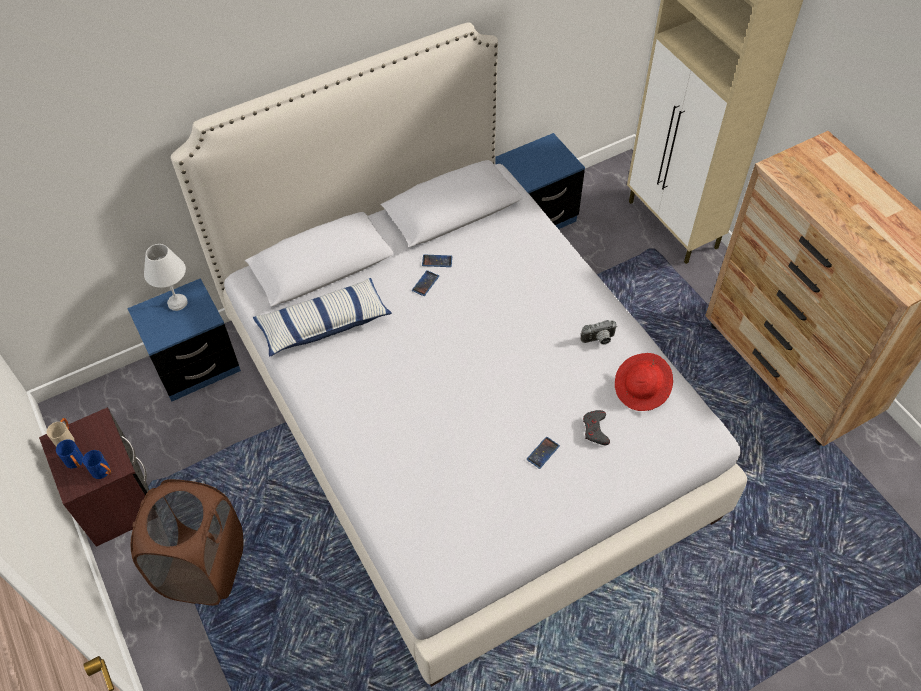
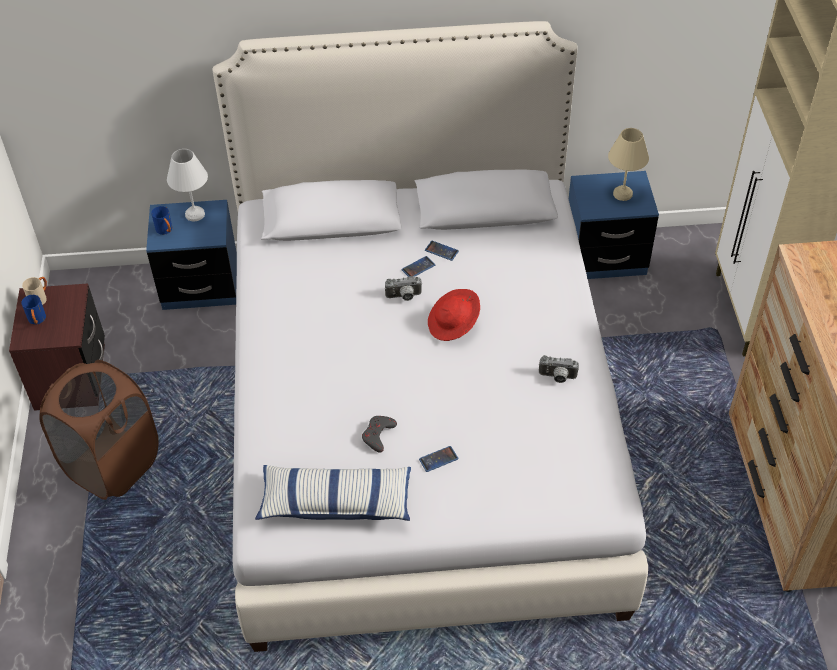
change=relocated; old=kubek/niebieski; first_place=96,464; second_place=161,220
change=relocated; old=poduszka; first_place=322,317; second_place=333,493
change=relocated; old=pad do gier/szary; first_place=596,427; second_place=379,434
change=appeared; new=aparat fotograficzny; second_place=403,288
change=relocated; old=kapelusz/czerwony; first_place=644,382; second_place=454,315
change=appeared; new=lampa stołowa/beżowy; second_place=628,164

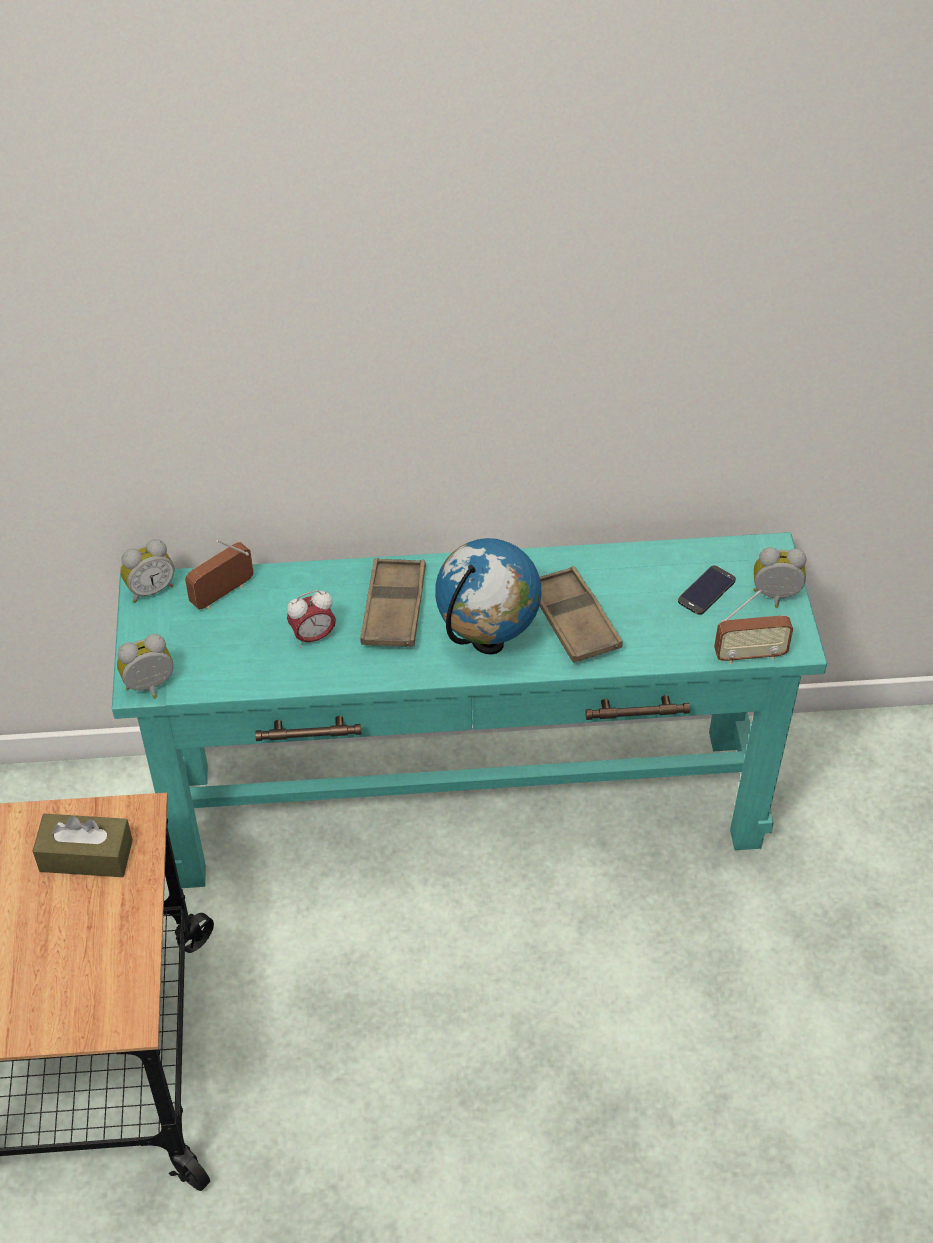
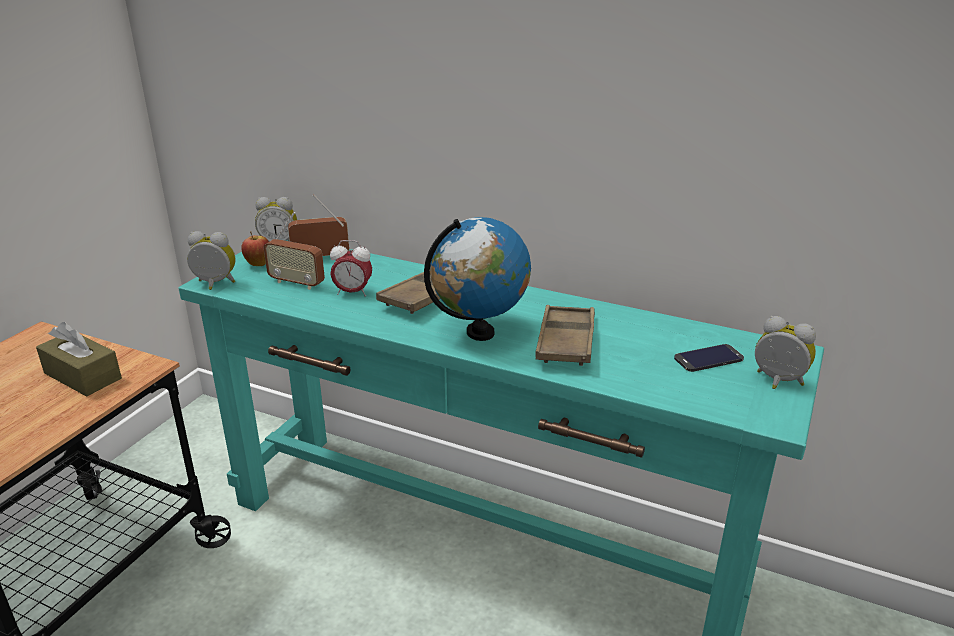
change=appeared; new=jabłko; second_place=255,248
change=relocated; old=radio; first_place=753,627; second_place=294,251

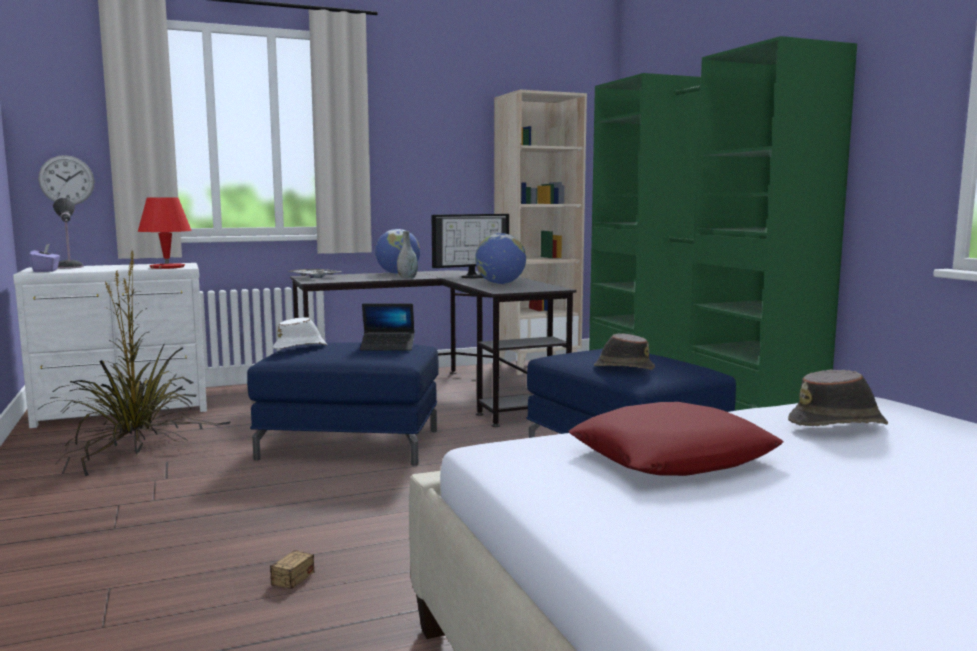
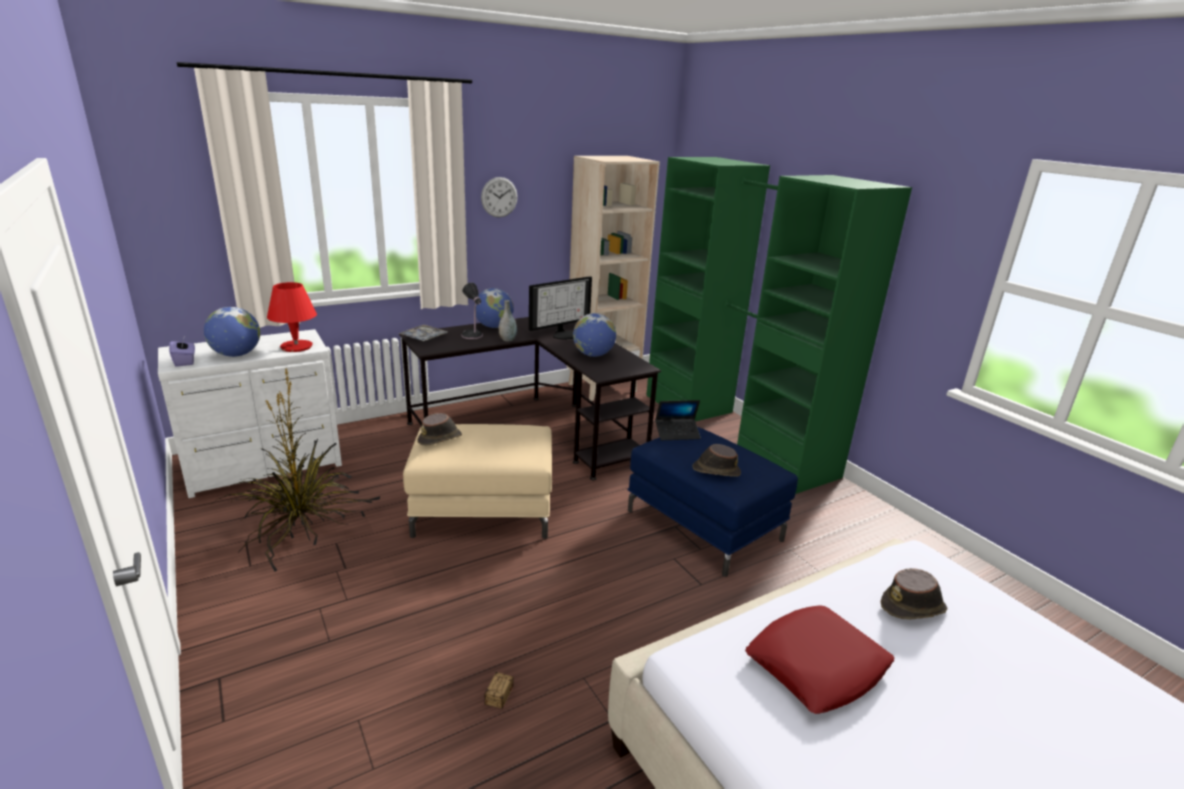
change=appeared; new=globus; second_place=232,332
change=colour; old=pufa/niebieski; new=pufa/beżowy; first_place=343,404; second_place=477,481
change=colour; old=kapelusz/biały; new=kapelusz/brązowy; first_place=300,333; second_place=439,429
change=relocated; old=lampa stołowa; first_place=68,233; second_place=472,310
change=relocated; old=zegar ścienny; first_place=66,180; second_place=499,197
change=relocated; old=laptop; first_place=387,326; second_place=678,420

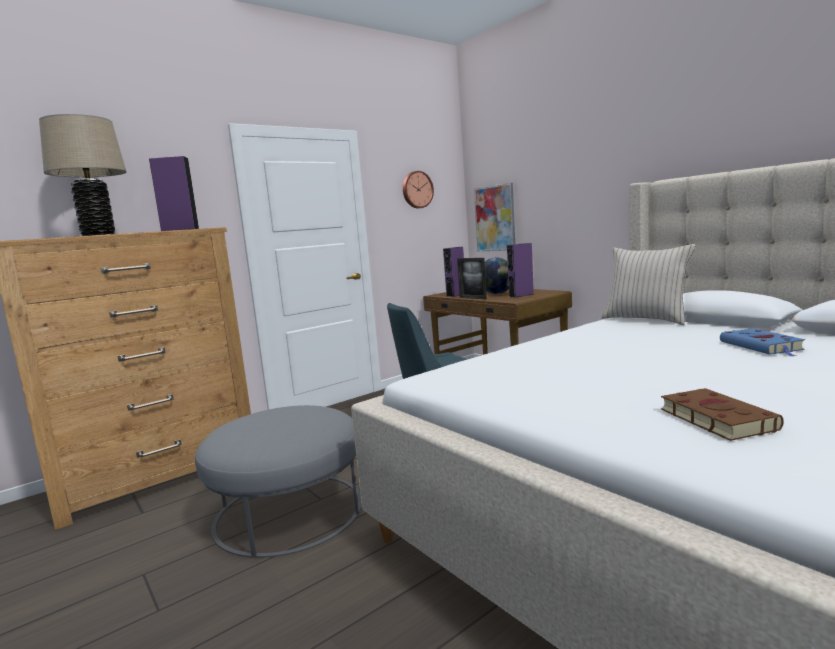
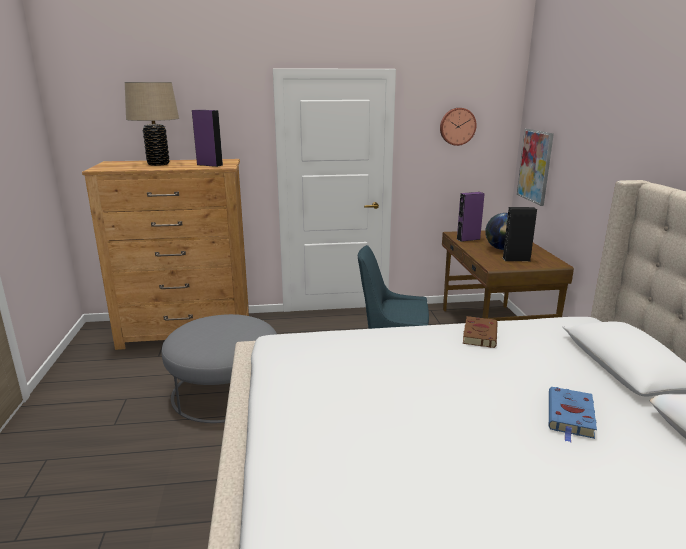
change=relocated; old=książka/brązowy; first_place=722,414; second_place=480,332
change=colour; old=głośnik/fioletowy; new=głośnik/czarny; first_place=520,270; second_place=520,234
change=missing; old=ramka na zdjęcie; first_place=472,278
change=missing; old=poduszka/beżowy; first_place=648,284

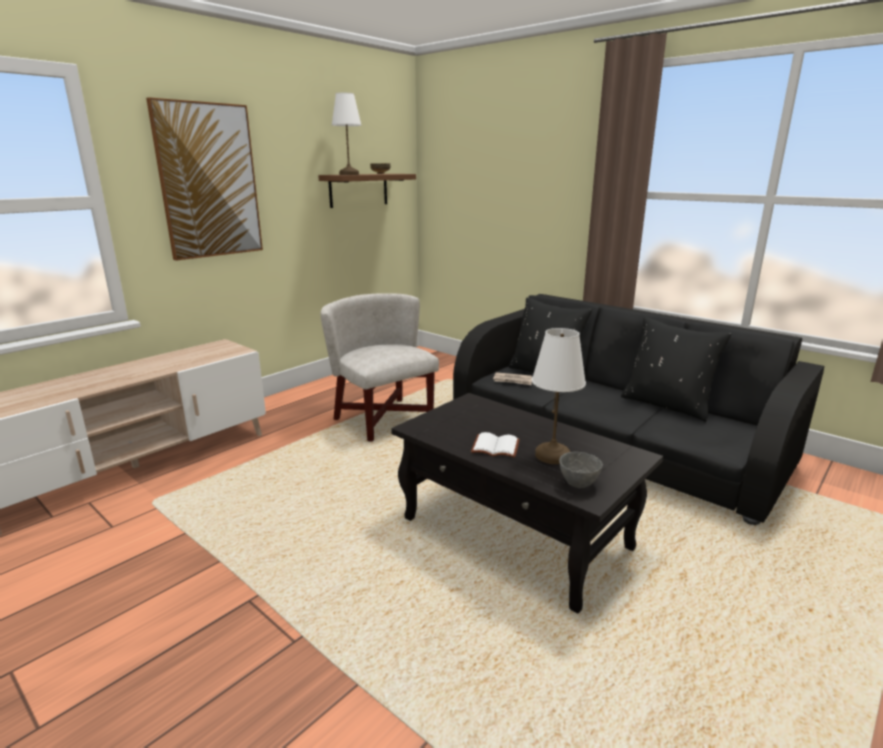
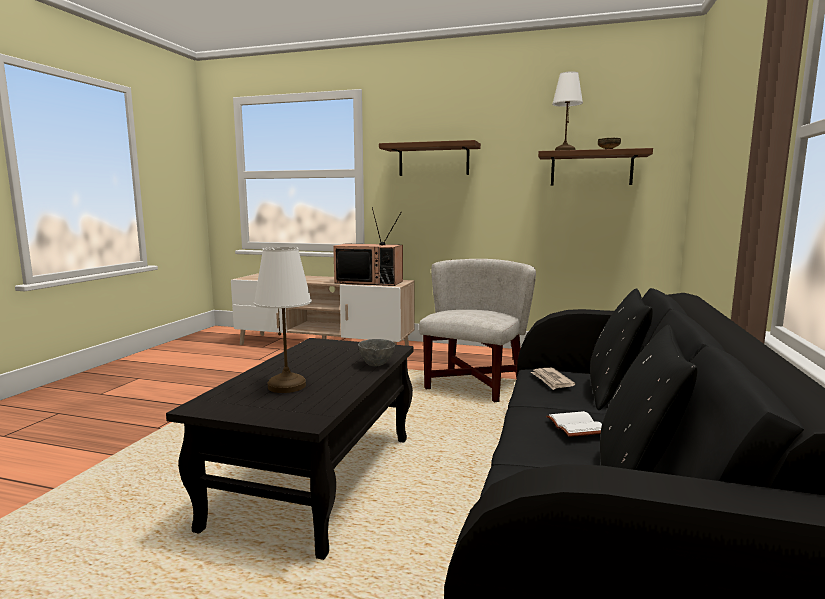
change=appeared; new=telewizor; second_place=368,246
change=relocated; old=miska/szary; first_place=581,470; second_place=376,352
change=exchanged; old=obraz; new=półka/brązowy; first_place=204,179; second_place=430,158
change=relocated; old=książka/biały; first_place=495,445; second_place=574,424

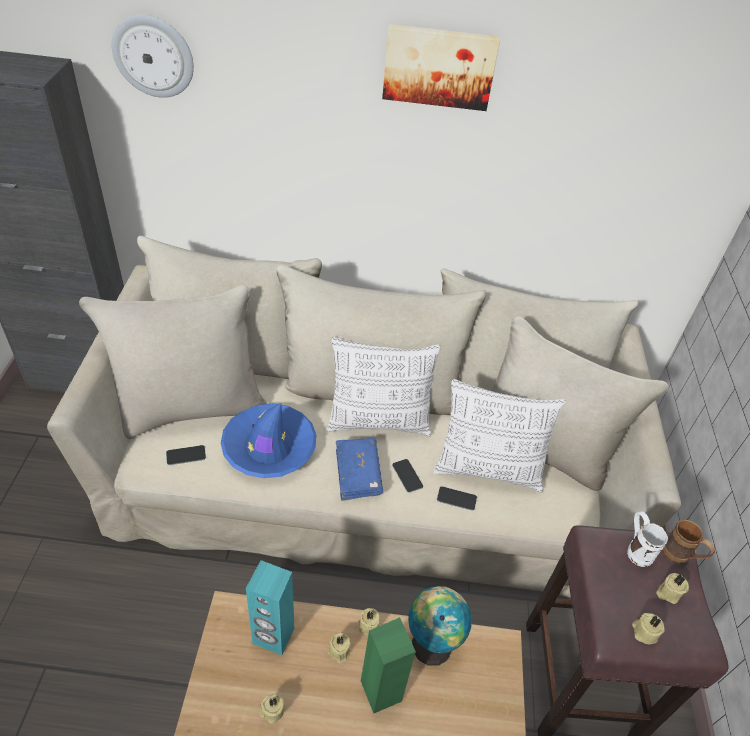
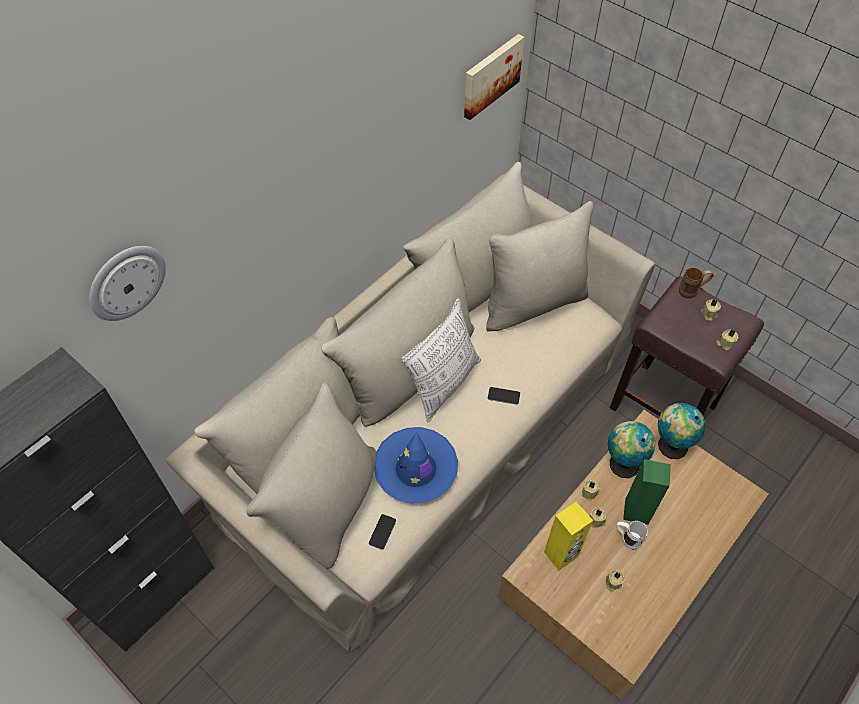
change=relocated; old=obraz; first_place=441,67; second_place=494,77
change=colour; old=głośnik/turkusowy; new=głośnik/żółty; first_place=270,607; second_place=568,536
change=relocated; old=kubek/biały; first_place=647,539; second_place=632,535
change=appeared; new=globus; second_place=681,431
change=missing; old=książka/niebieski; first_place=359,469
change=missing; old=poduszka; first_place=499,435
change=missing; old=telefon; first_place=457,498

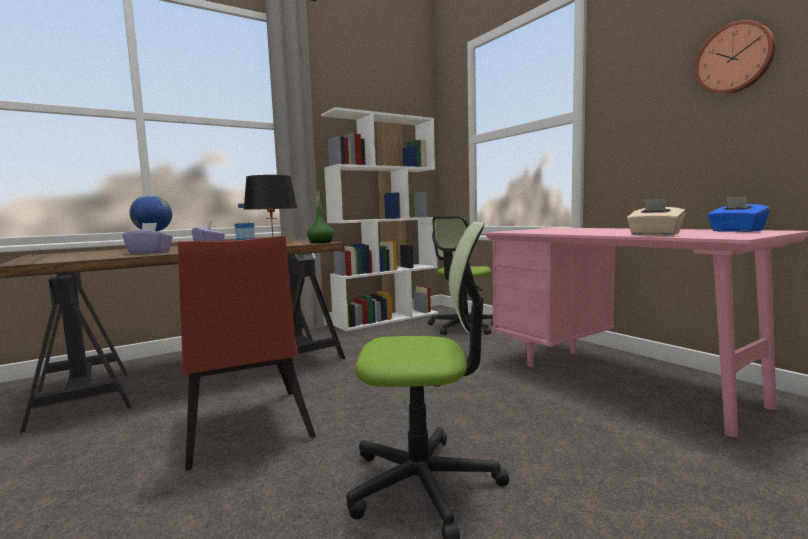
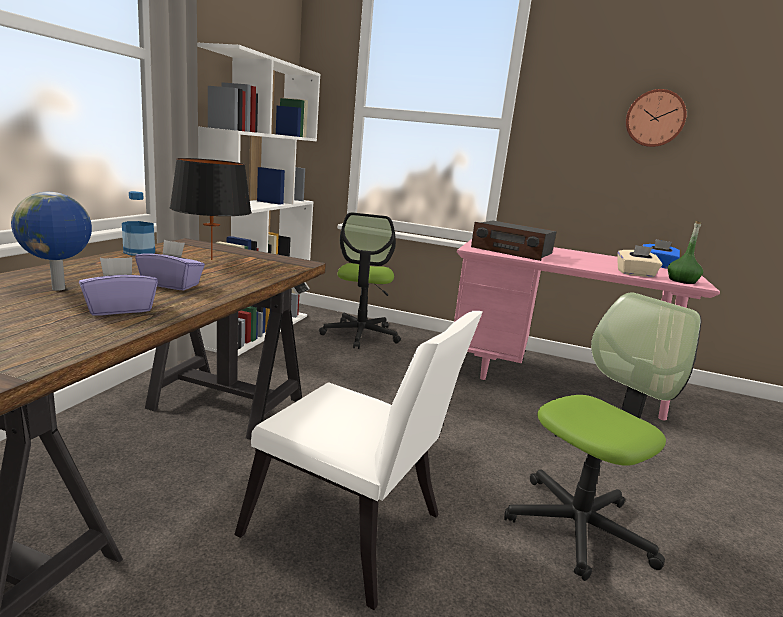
change=colour; old=krzesło/czerwony; new=krzesło/biały; first_place=247,353; second_place=358,460
change=appeared; new=radio; second_place=514,240
change=relocated; old=butelka/zielony; first_place=320,217; second_place=685,252

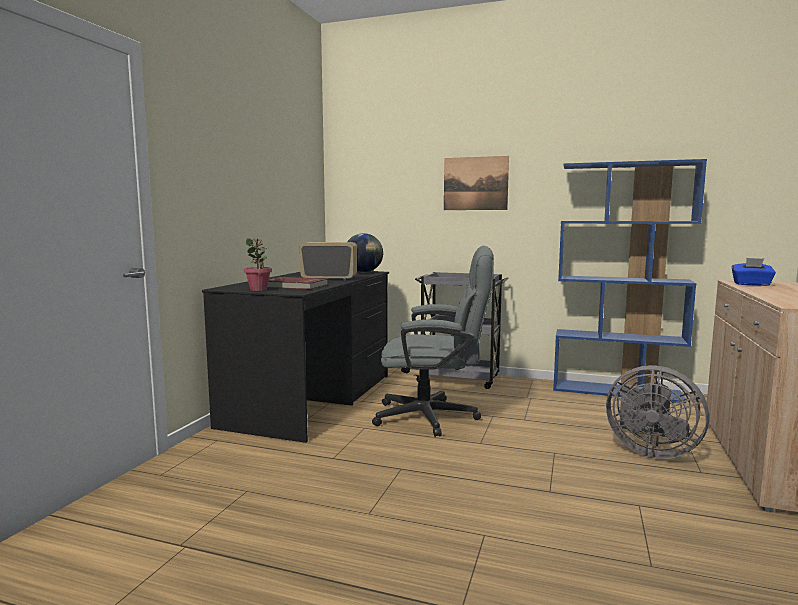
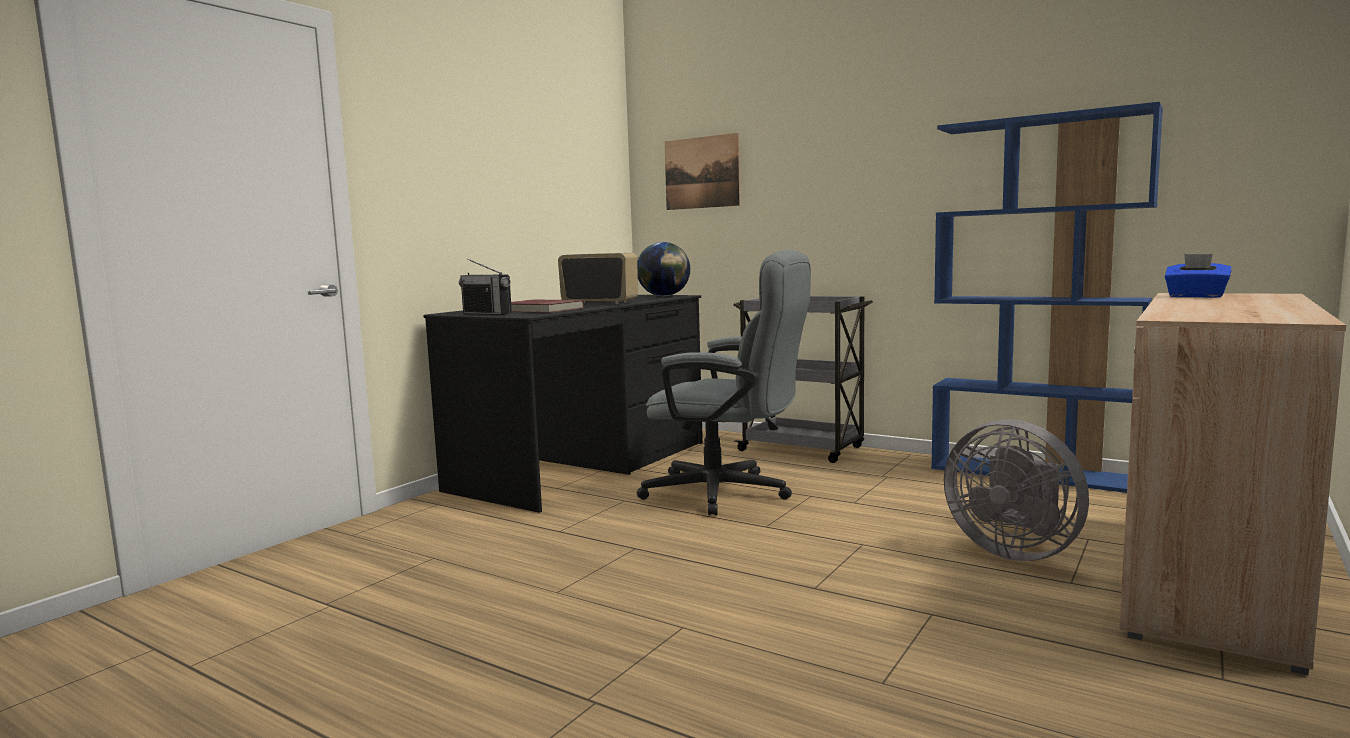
change=exchanged; old=roślina doniczkowa; new=radio; first_place=258,264; second_place=485,287
change=relocated; old=obraz; first_place=476,183; second_place=702,171

